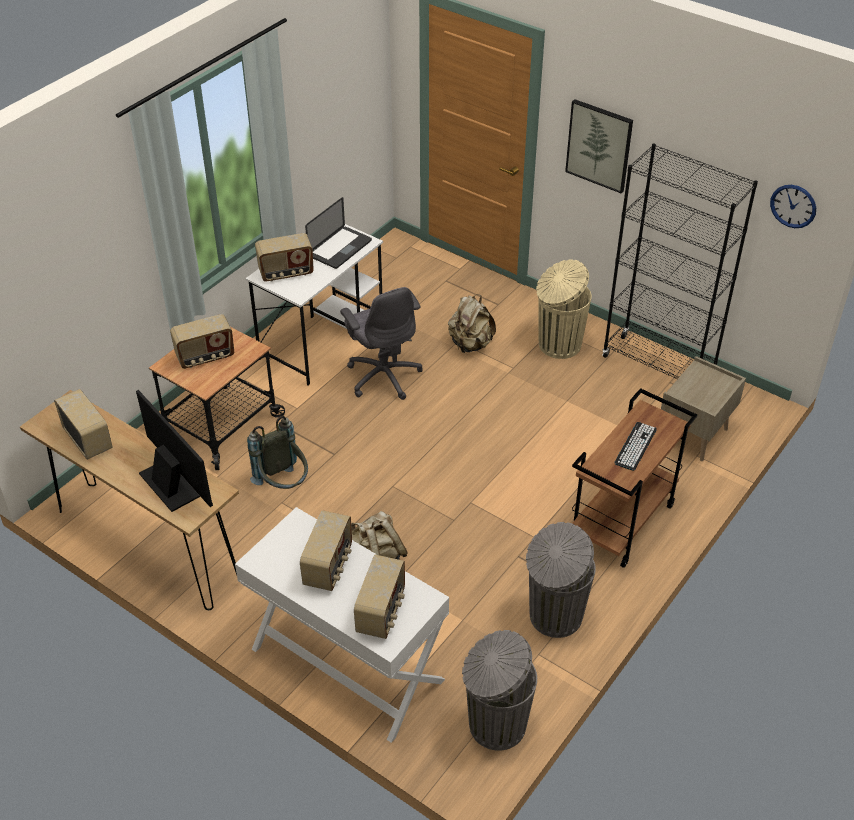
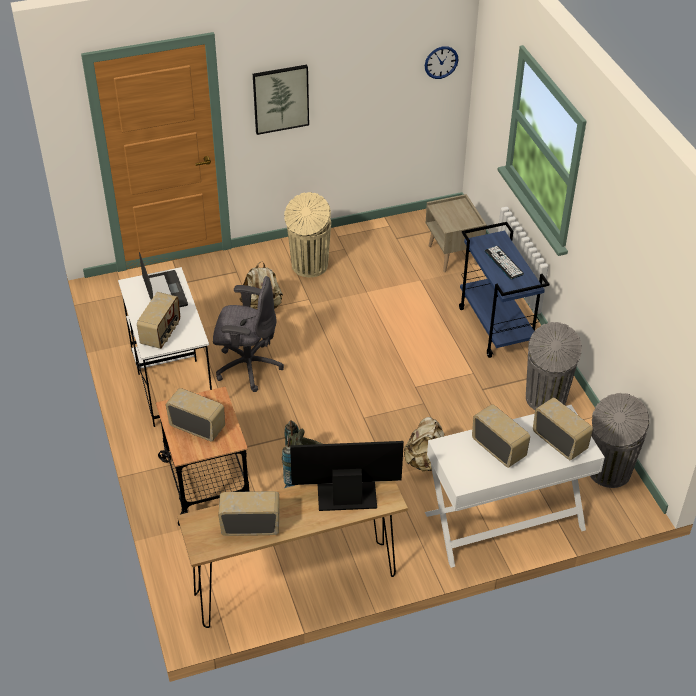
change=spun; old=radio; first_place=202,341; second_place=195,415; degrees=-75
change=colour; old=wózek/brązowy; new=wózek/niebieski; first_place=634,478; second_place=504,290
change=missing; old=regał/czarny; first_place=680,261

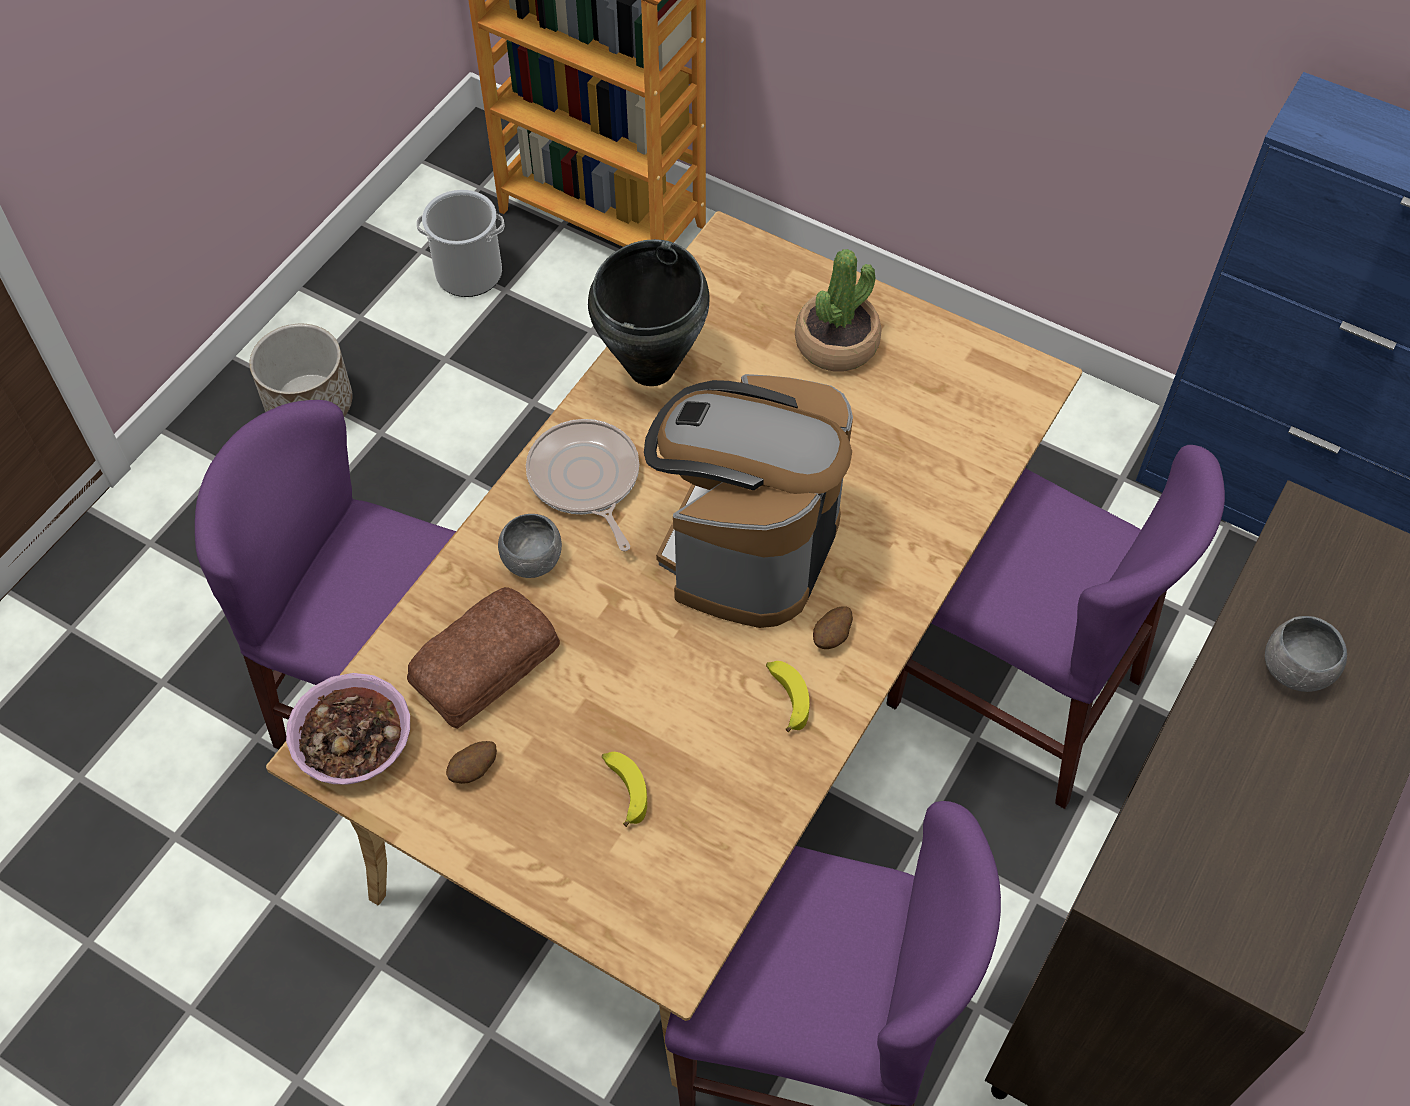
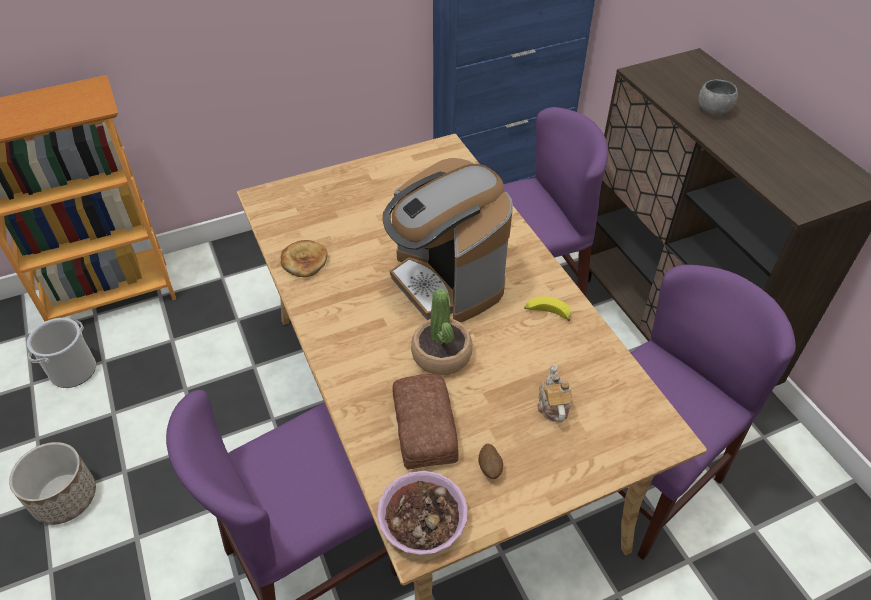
change=exchanged; old=garnek/czarny; new=chleb; first_place=648,312; second_place=304,258
change=relocated; old=roślina doniczkowa; first_place=838,310; second_place=441,331
change=exchanged; old=banan; new=imbryk; first_place=624,789; second_place=554,393
change=missing; old=miska/szary; first_place=530,546
change=missing; old=patelnia; first_place=582,485
change=missing; old=ziemniak; first_place=833,627

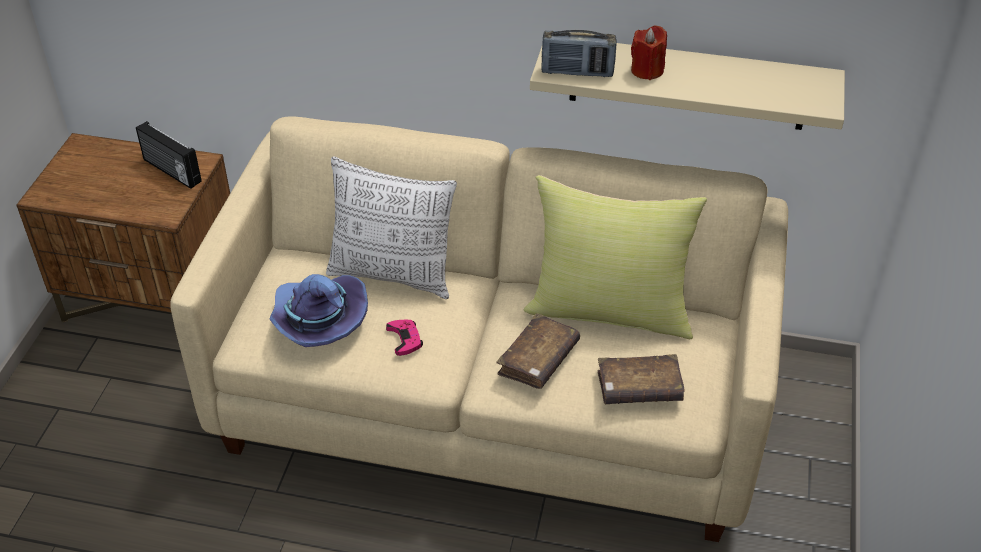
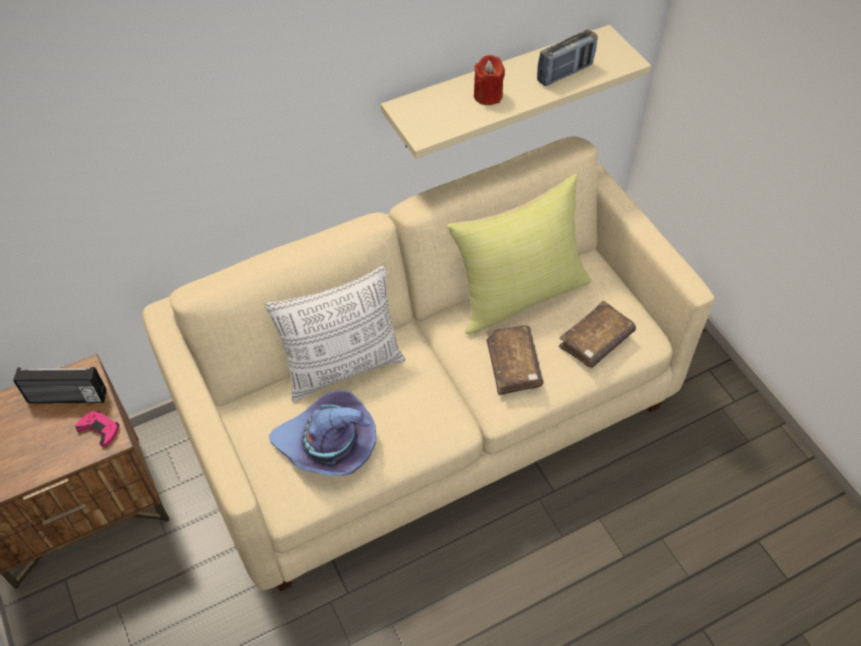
change=relocated; old=pad do gier/różowy; first_place=404,338; second_place=97,429
change=relocated; old=radio; first_place=579,53; second_place=567,57

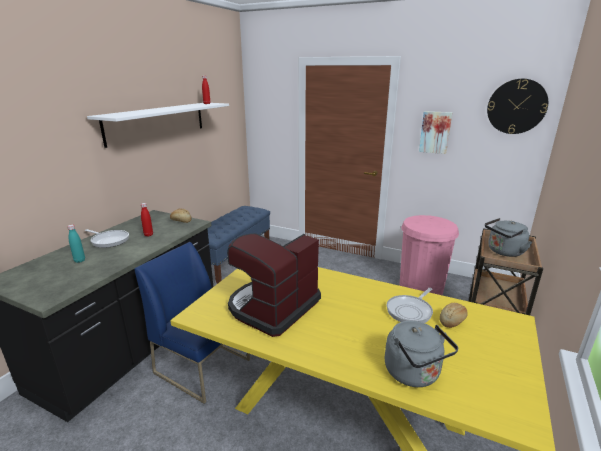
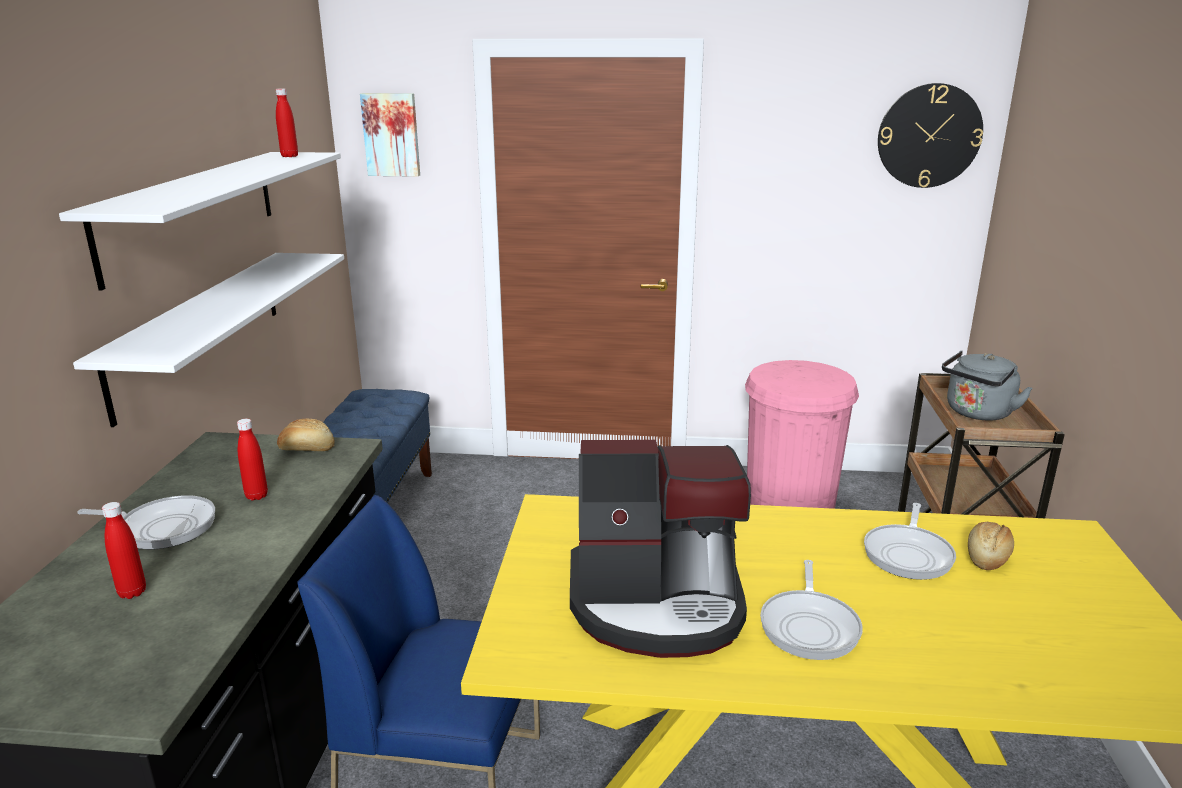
change=appeared; new=półka/biały; second_place=208,340
change=colour; old=butelka/turkusowy; new=butelka/czerwony; first_place=76,243; second_place=124,550
change=relocated; old=obraz; first_place=435,132; second_place=390,135
change=spun; old=ekspres do kawy; first_place=274,285; second_place=660,549; degrees=-105
change=appeared; new=patelnia; second_place=811,610
change=missing; old=czajnik/szary; first_place=421,354

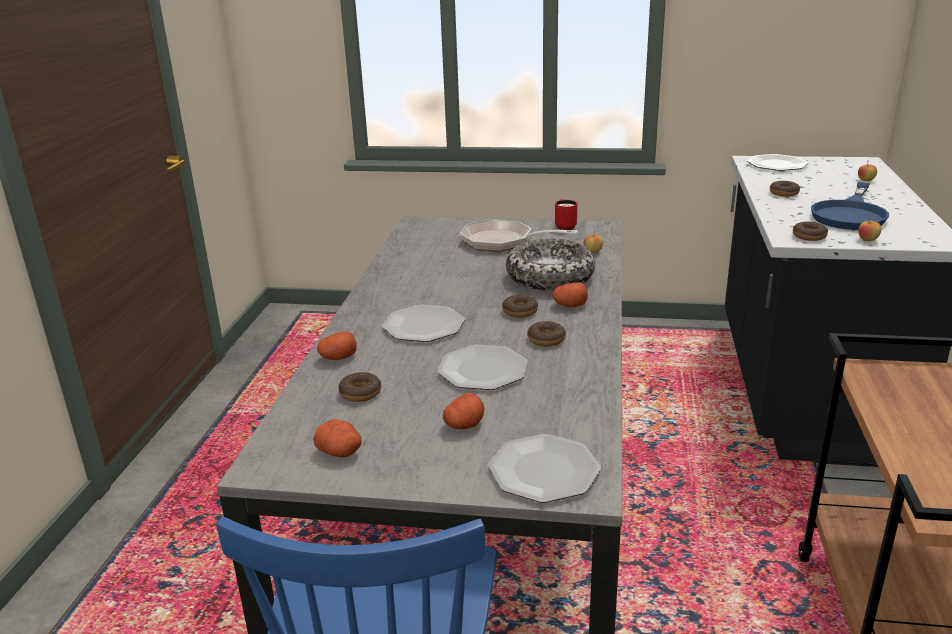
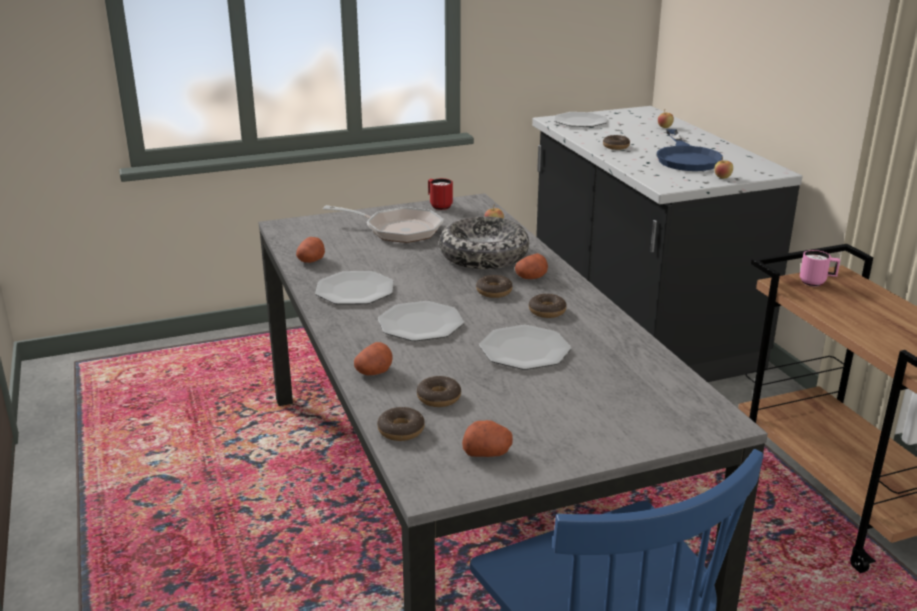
change=relocated; old=ziemniak; first_place=464,411; second_place=310,250
change=relocated; old=talerz; first_place=544,468; second_place=354,288
change=spun; old=patelnia; first_place=519,235; second_place=383,224; degrees=-150
change=relocated; old=donut; first_place=810,231; second_place=401,424
change=appeared; new=kubek/różowy; second_place=820,268

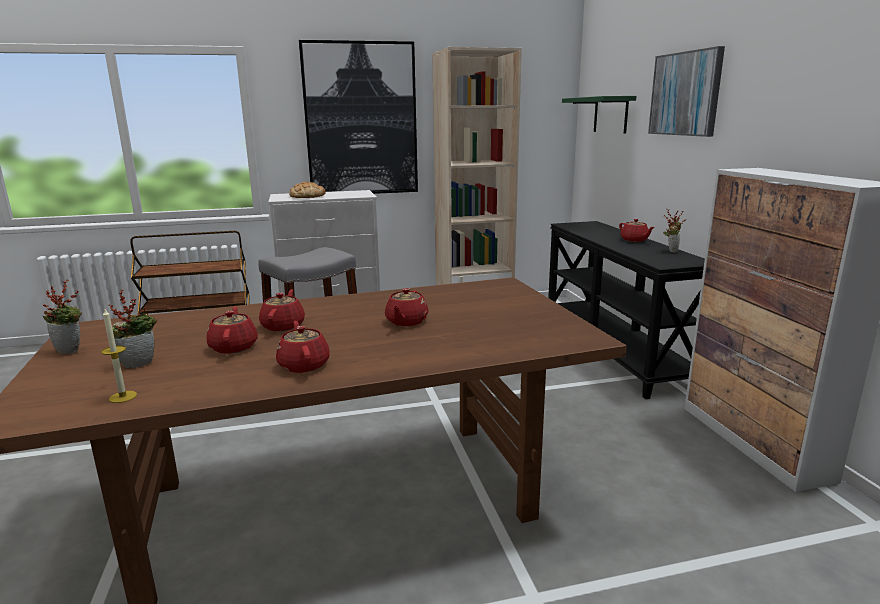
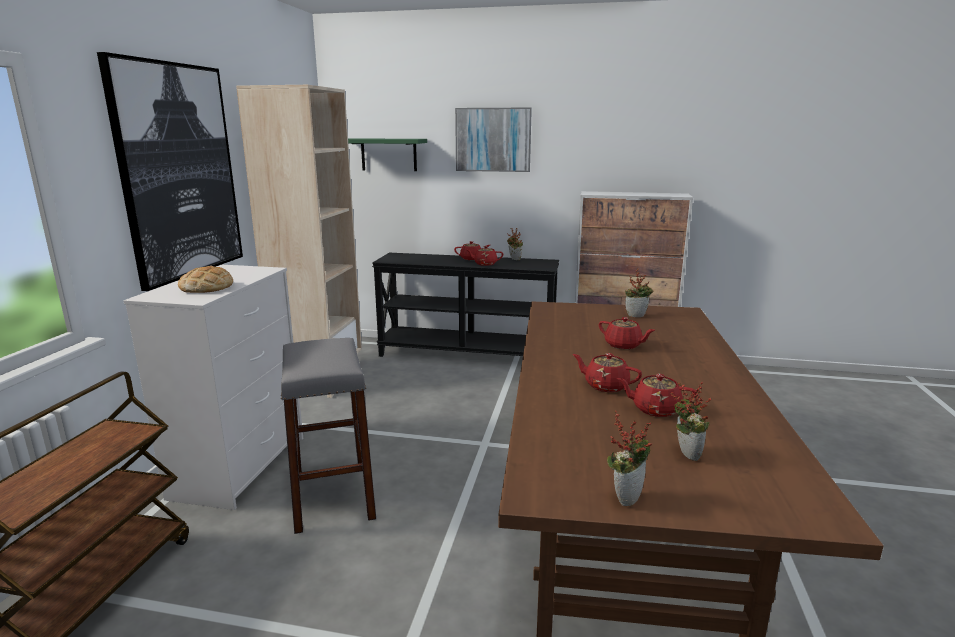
change=relocated; old=imbryk/czerwony; first_place=303,347; second_place=484,256
change=appeared; new=roślina doniczkowa; second_place=639,293
change=missing; old=świeca; first_place=119,356

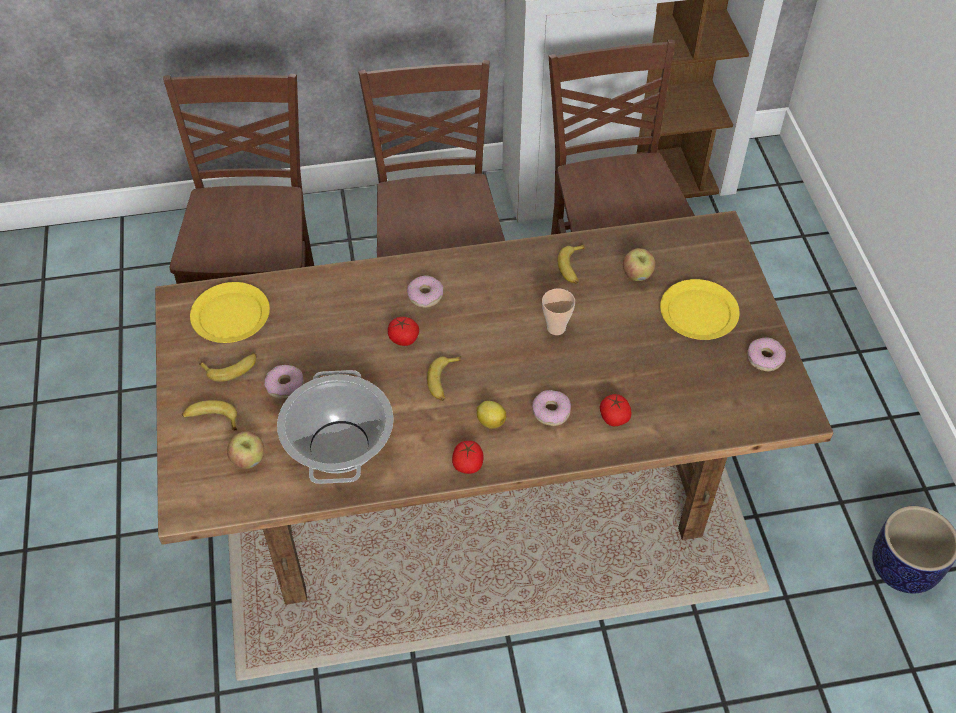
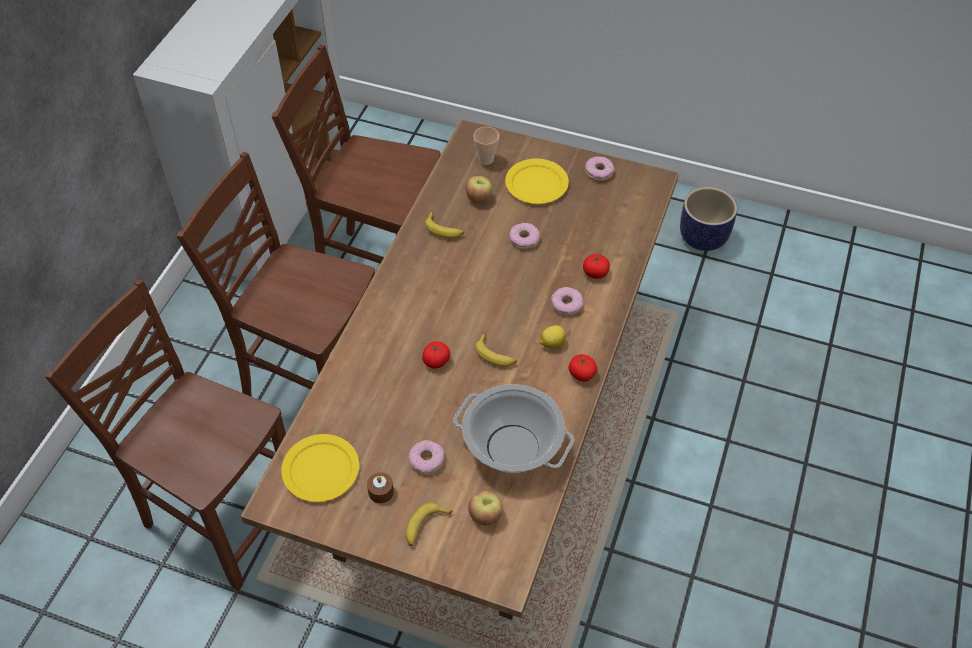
change=exchanged; old=banan; new=świeca/brązowy; first_place=228,367; second_place=380,487
change=relocated; old=filiżanka; first_place=558,312; second_place=486,146
change=relocated; old=donut; first_place=425,291; second_place=524,236

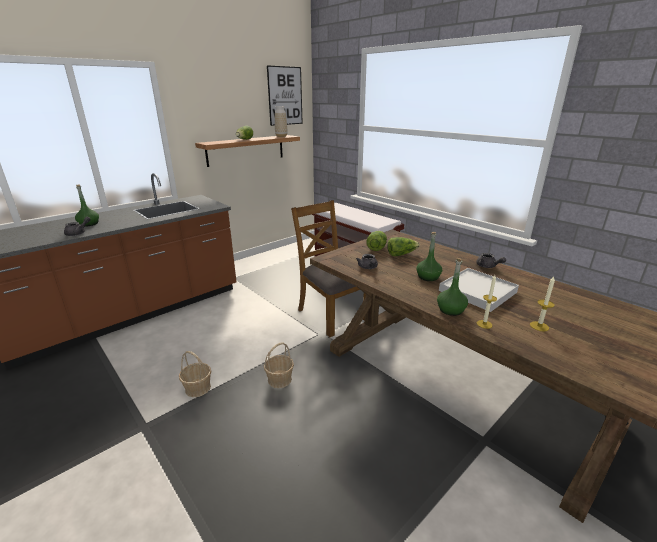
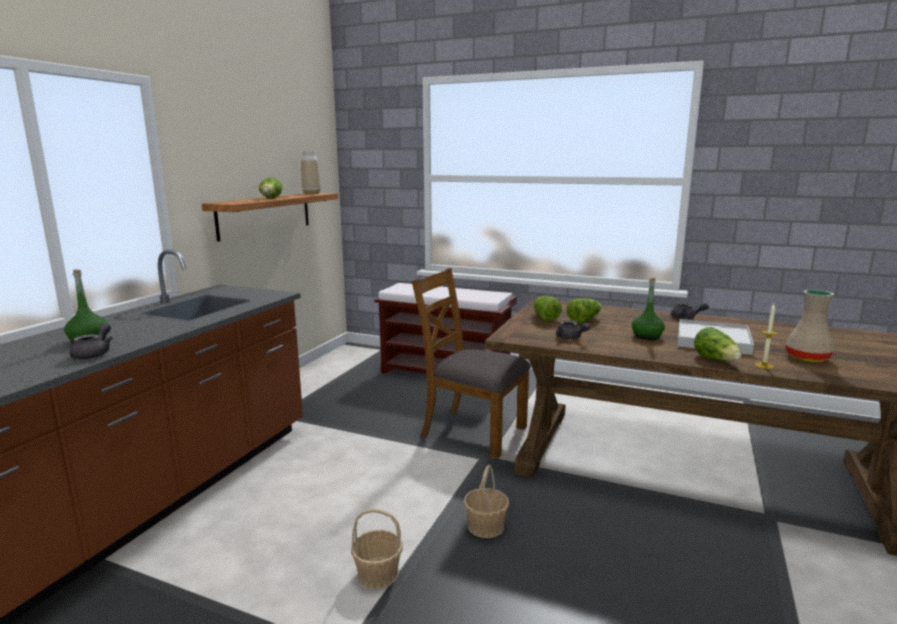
change=exchanged; old=butelka/zielony; new=sałata; first_place=452,287; second_place=718,344
change=exchanged; old=świeca; new=wazon/beżowy; first_place=542,304; second_place=809,326
change=missing; old=obraz; first_place=285,95

